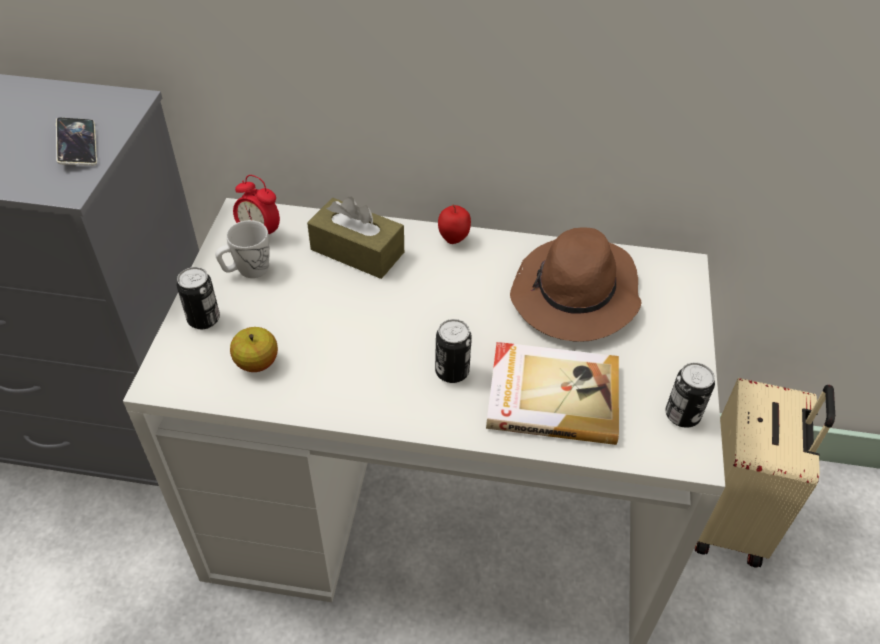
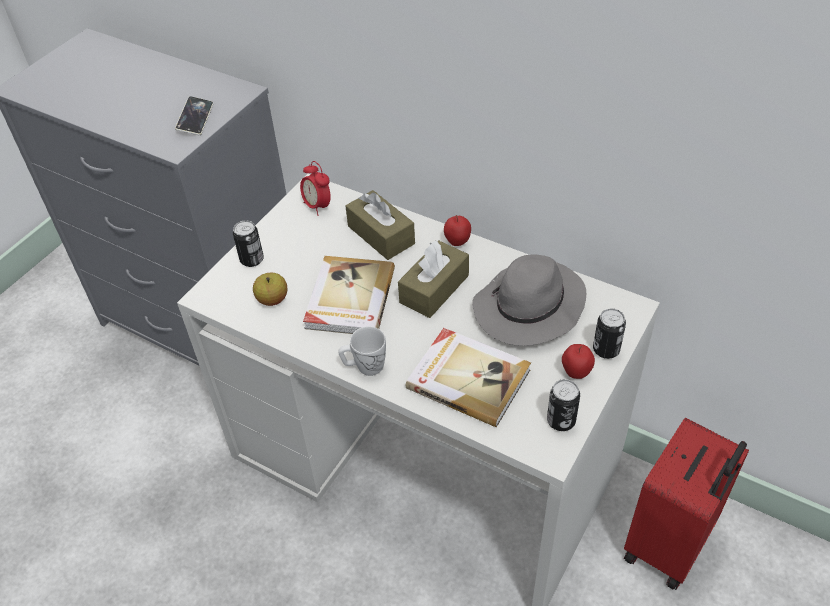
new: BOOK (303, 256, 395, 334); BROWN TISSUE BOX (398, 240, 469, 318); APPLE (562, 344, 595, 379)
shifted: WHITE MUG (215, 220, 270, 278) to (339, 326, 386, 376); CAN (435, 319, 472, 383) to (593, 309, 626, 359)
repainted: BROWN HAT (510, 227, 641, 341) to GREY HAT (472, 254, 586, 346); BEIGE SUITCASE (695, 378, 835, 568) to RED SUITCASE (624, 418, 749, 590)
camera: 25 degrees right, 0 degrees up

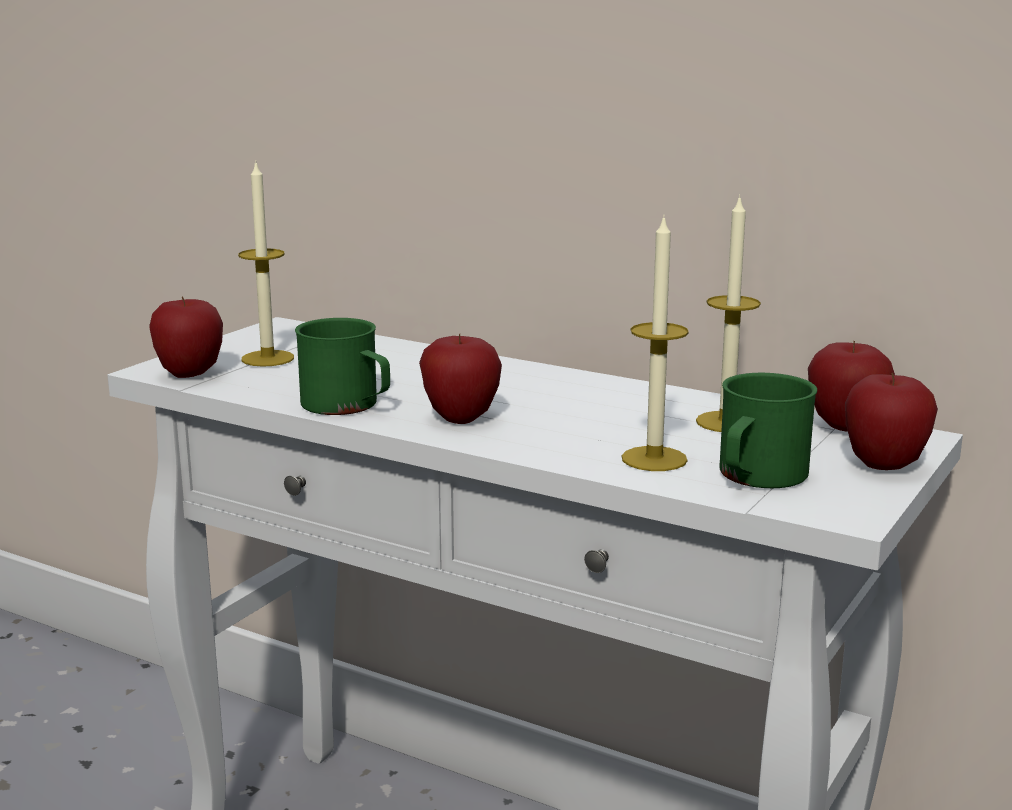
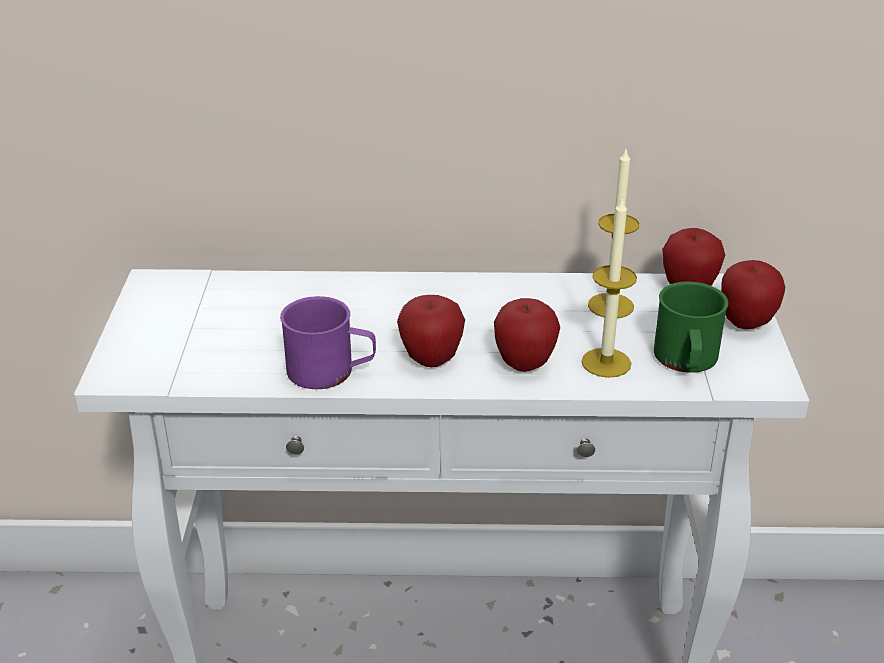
gone: CANDLE (238, 163, 294, 367)
shifted: APPLE (150, 297, 223, 378) to (494, 298, 560, 372)
repainted: GREEN MUG (295, 318, 390, 415) to PURPLE MUG (280, 296, 376, 389)
camera: 30 degrees left, 15 degrees up

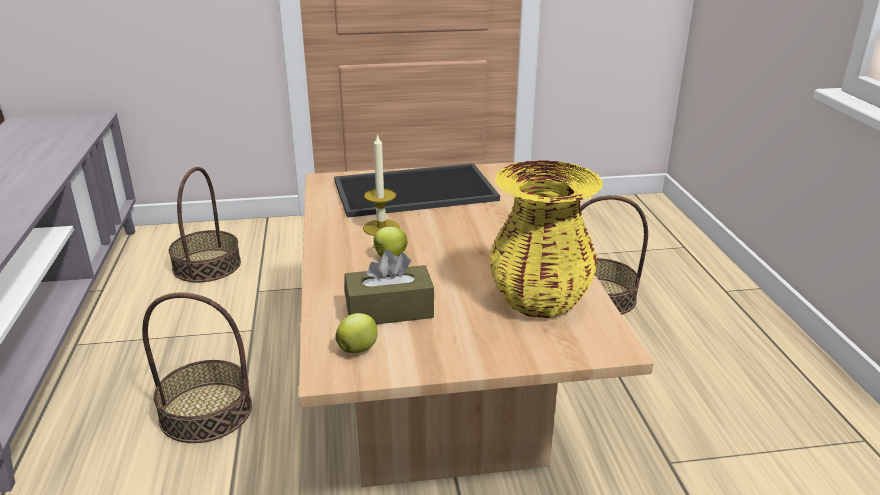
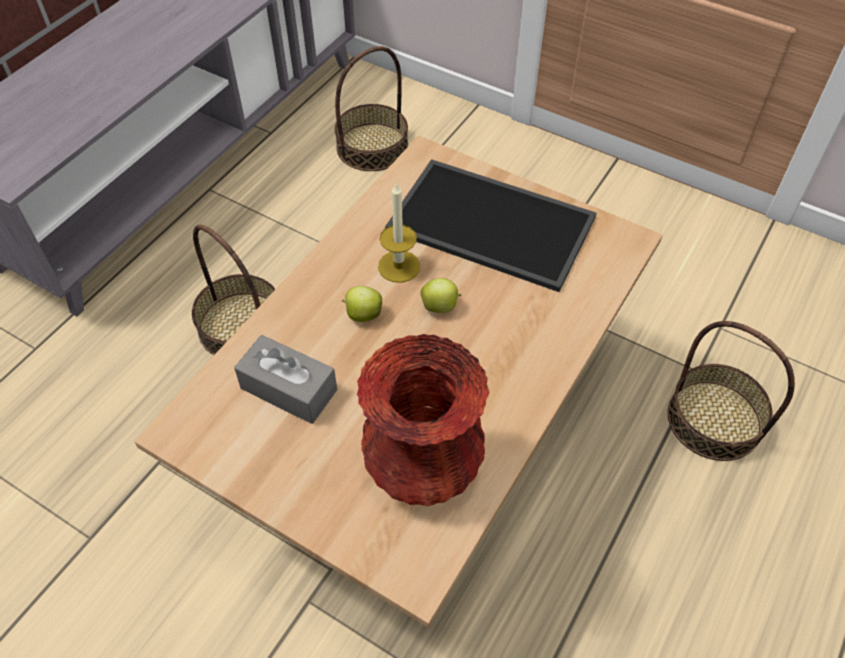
shifted: APPLE (335, 313, 377, 353) to (421, 278, 462, 313)
repainted: BROWN TISSUE BOX (344, 250, 434, 324) to GREY TISSUE BOX (234, 335, 337, 424); YELLOW VASE (490, 160, 603, 318) to RED VASE (357, 334, 490, 506)
camera: 40 degrees right, 25 degrees up

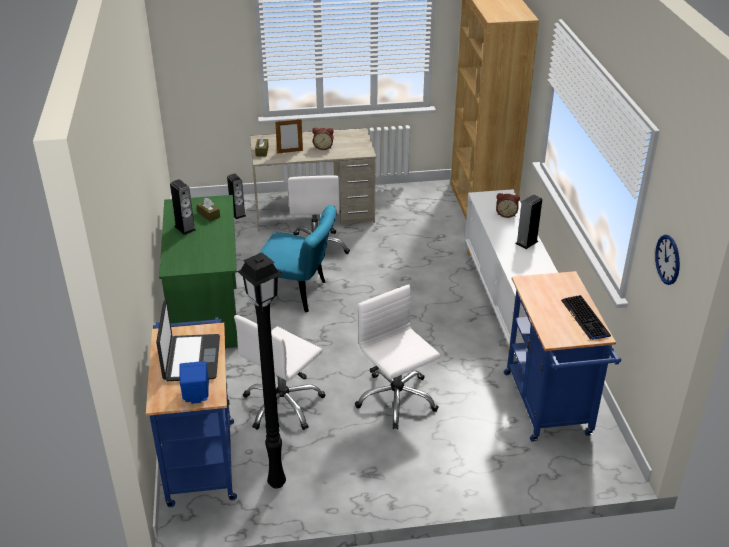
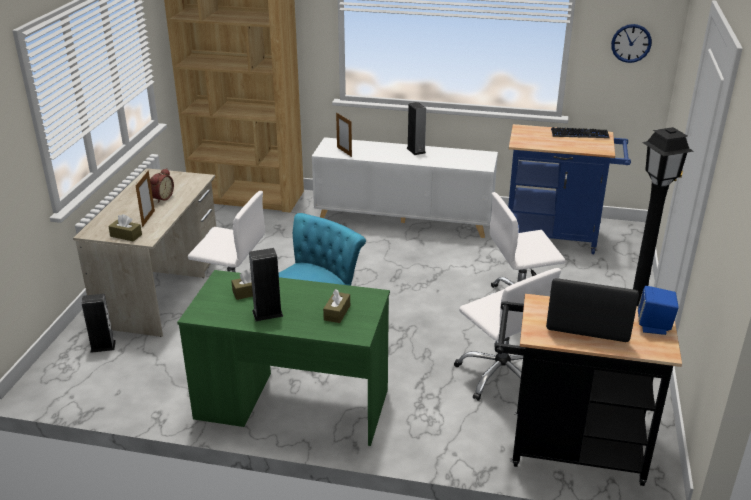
gone: ALARM CLOCK (496, 193, 520, 218)
new: BROWN TISSUE BOX (323, 289, 350, 323); PICTURE FRAME (336, 112, 352, 157)
repainted: BLUE CART (146, 317, 237, 507) to BLACK CART (495, 294, 682, 486)
camera: 70 degrees left, 5 degrees down

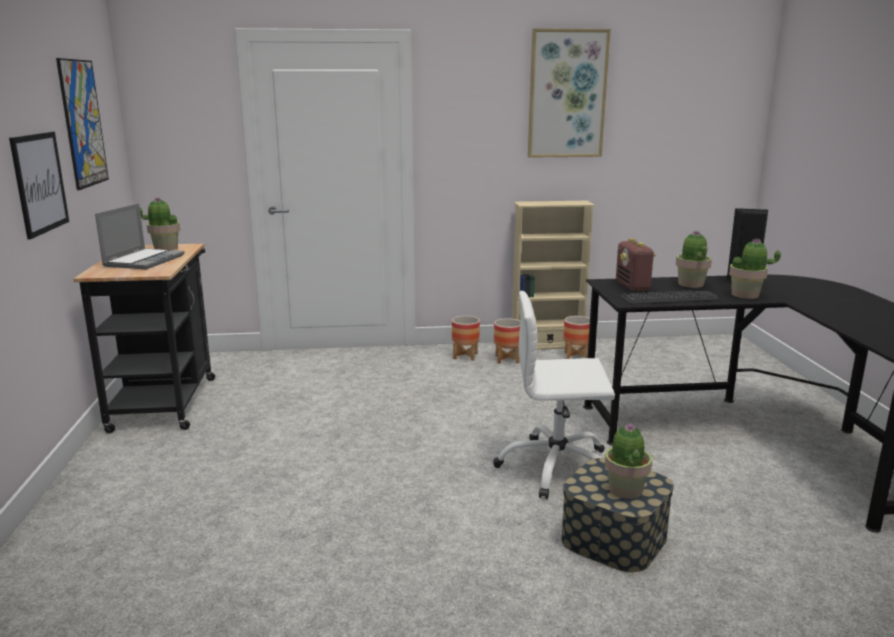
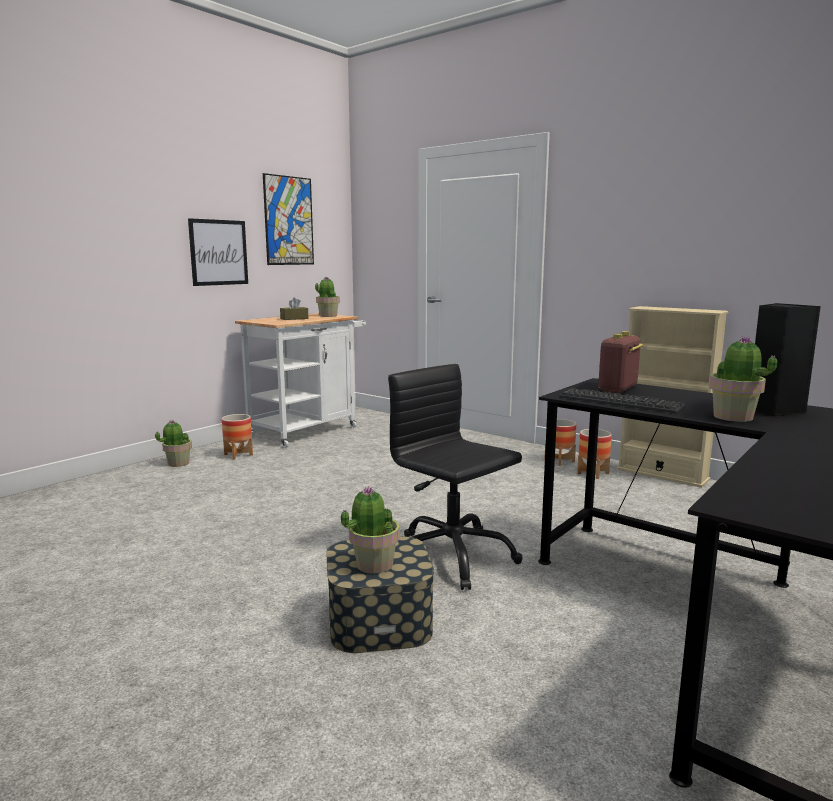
gone: PICTURE (528, 28, 611, 158)
shifted: PLANTER (563, 316, 590, 359) to (222, 414, 253, 460); POTTED PLANT (676, 231, 712, 288) to (155, 419, 192, 467)
swapped: LAPTOP (95, 203, 185, 269) to BROWN TISSUE BOX (280, 298, 309, 320)
repainted: BLACK CART (73, 244, 215, 433) to WHITE CART (235, 313, 366, 448); WHITE OFFICE CHAIR (493, 291, 615, 499) to BLACK OFFICE CHAIR (388, 364, 522, 590)
camera: 45 degrees right, 5 degrees down

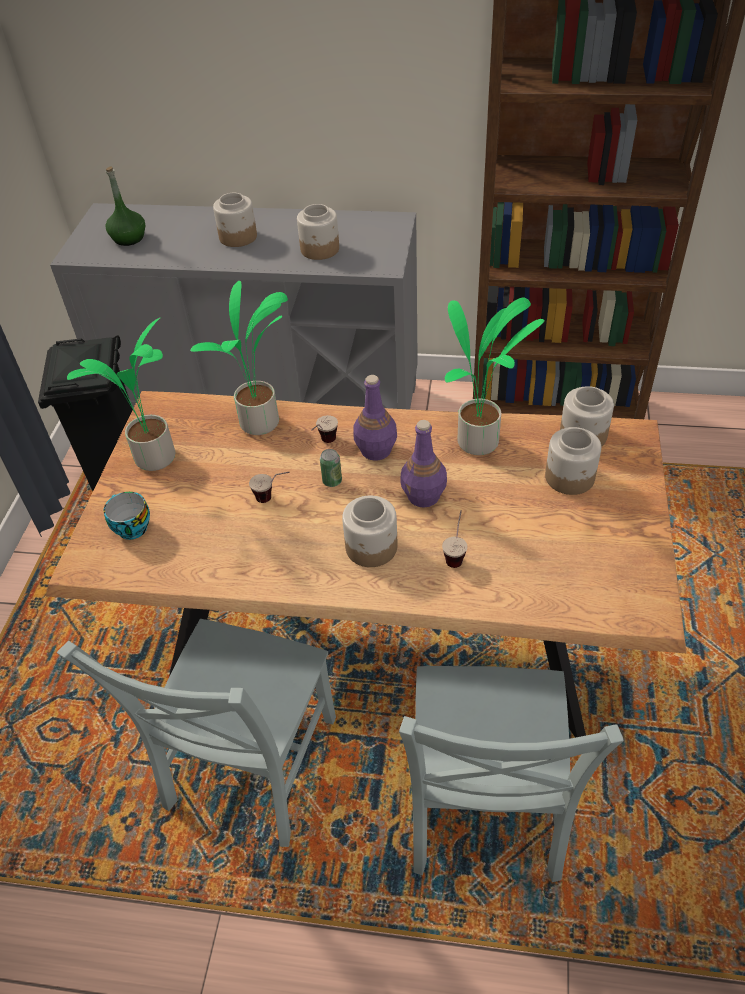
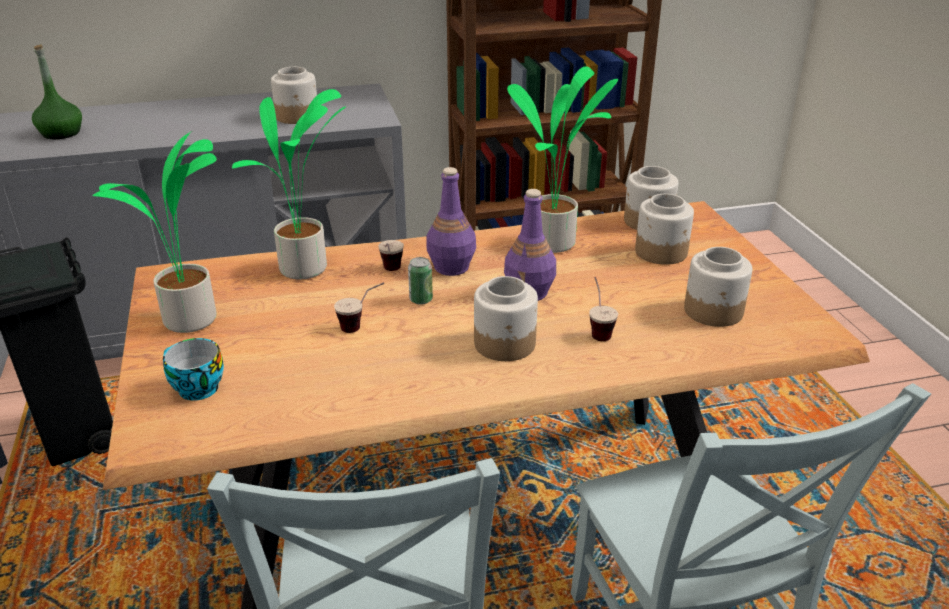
shifted: JAR (213, 193, 257, 247) to (684, 247, 752, 327)
camera: 25 degrees left, 15 degrees down

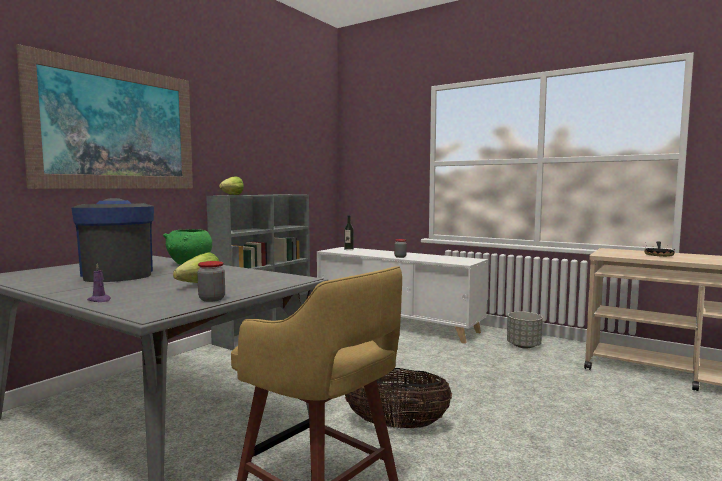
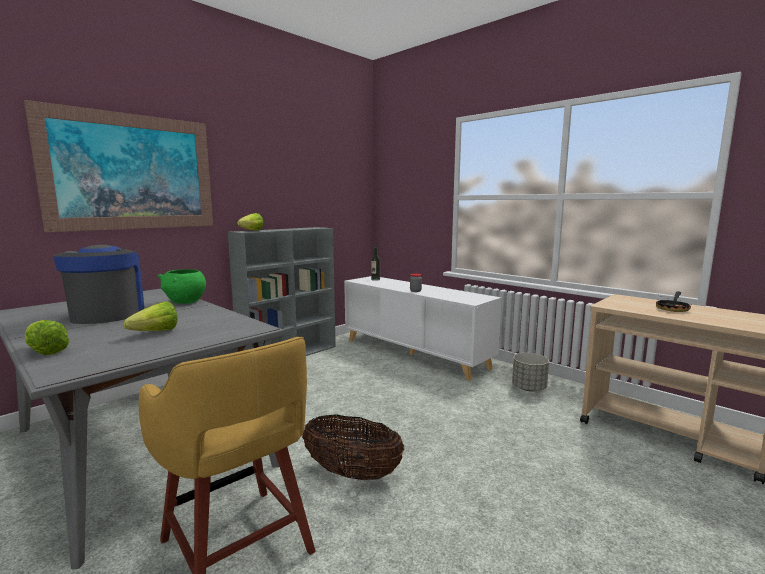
gone: JAR (197, 261, 225, 302)
swapped: PURPLE CANDLE (87, 263, 111, 302) to LETTUCE (25, 320, 70, 355)
camera: 10 degrees right, 5 degrees up

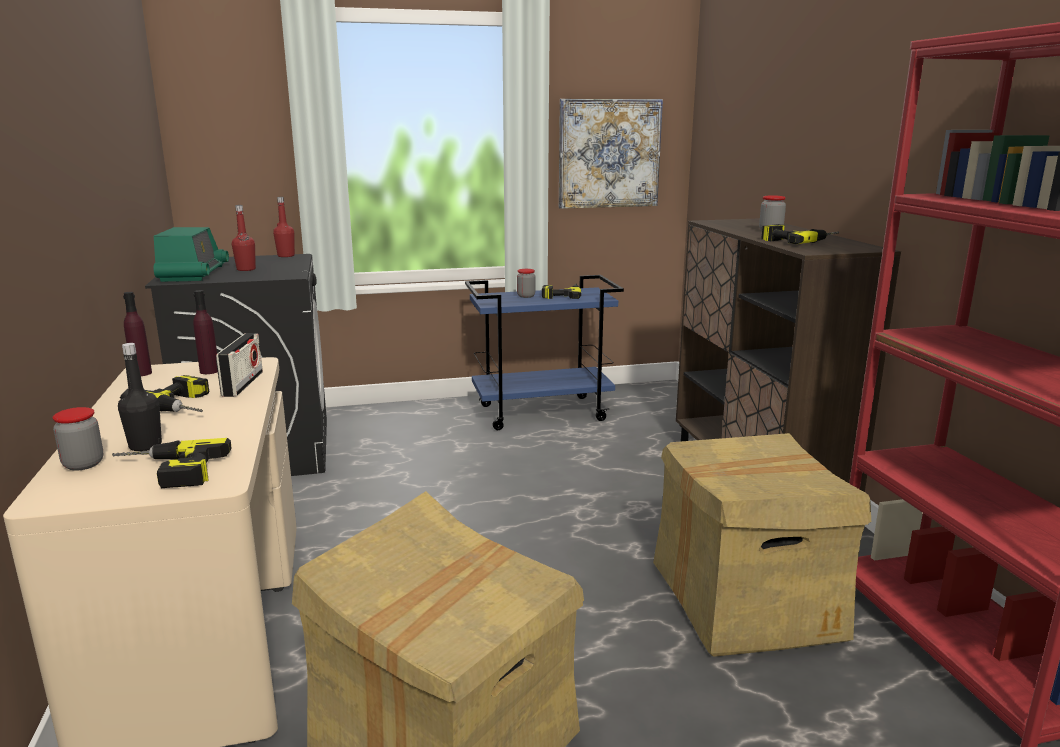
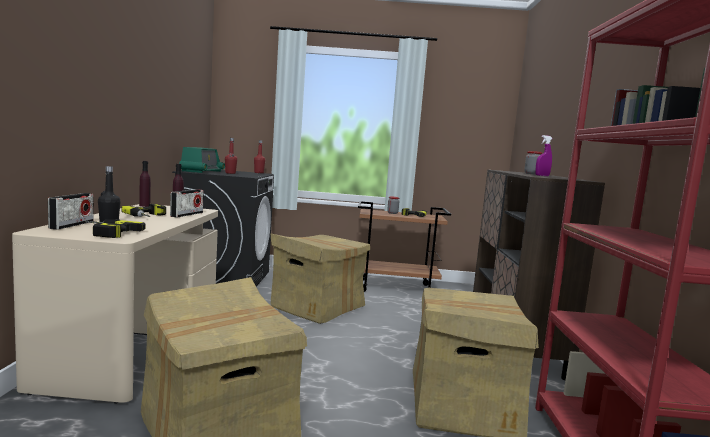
gone: PICTURE (559, 99, 663, 209)
new: CARDBOARD BOX (270, 233, 370, 324)
swapped: JAR (53, 407, 103, 471) to RADIO (48, 193, 94, 230); POWER DRILL (761, 224, 839, 244) to PURPLE SPRAY BOTTLE (535, 135, 552, 176)
repainted: BLUE CART (465, 275, 624, 430) to BROWN CART (358, 201, 451, 292)
camera: 15 degrees right, 10 degrees down

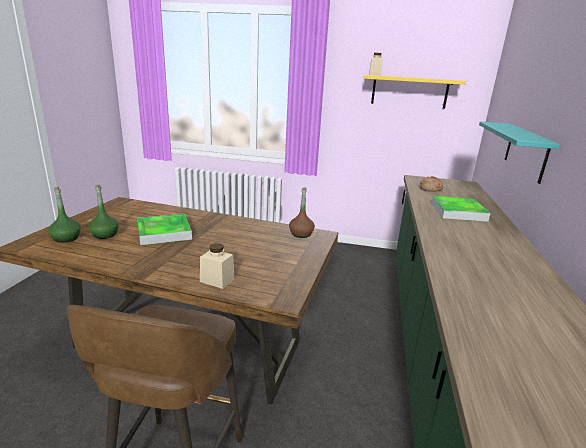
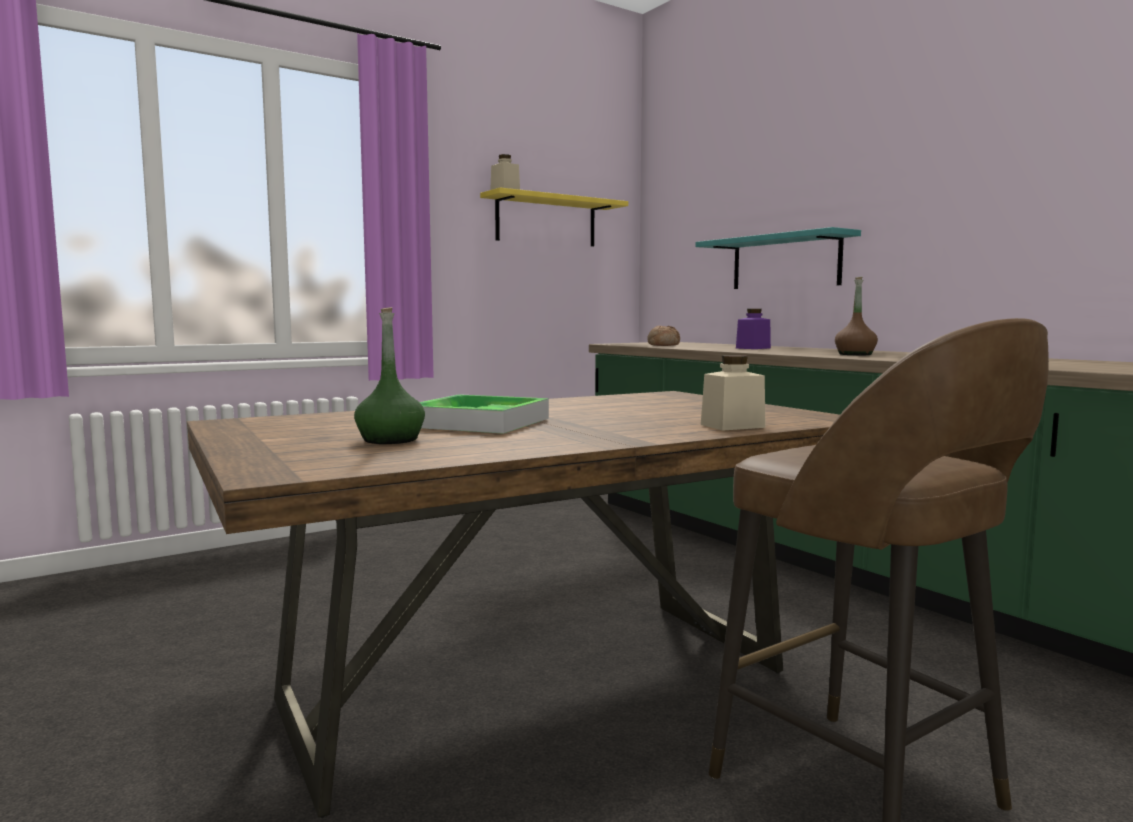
gone: GREEN BOTTLE (48, 187, 81, 243)
shifted: BROWN BOTTLE (289, 188, 315, 238) to (835, 277, 878, 355)
swapped: TRAY (431, 196, 491, 222) to PURPLE JAR (736, 309, 771, 349)
camera: 45 degrees left, 15 degrees down

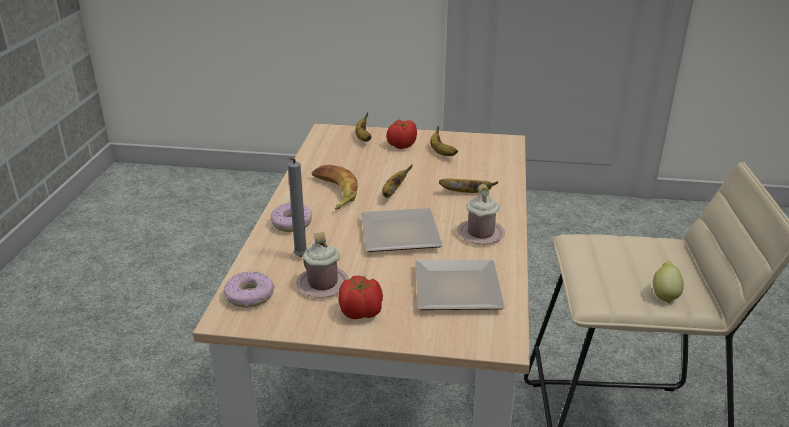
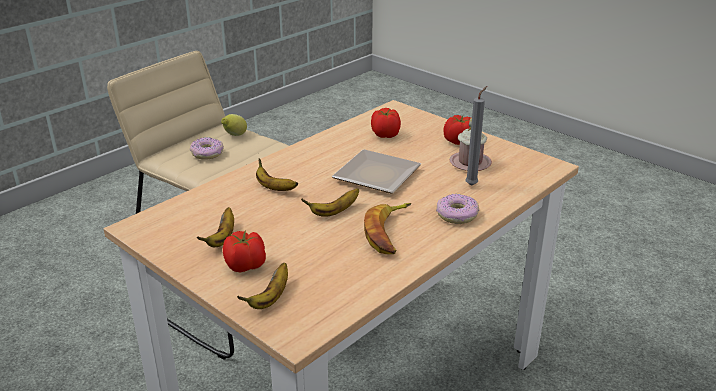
gone: PINK MUG (457, 184, 505, 245)
shifted: DONUT (224, 272, 274, 308) to (190, 137, 224, 160)
swapped: PLATE (415, 260, 505, 310) to TOMATO (371, 108, 401, 138)
camera: 145 degrees left, 0 degrees up

